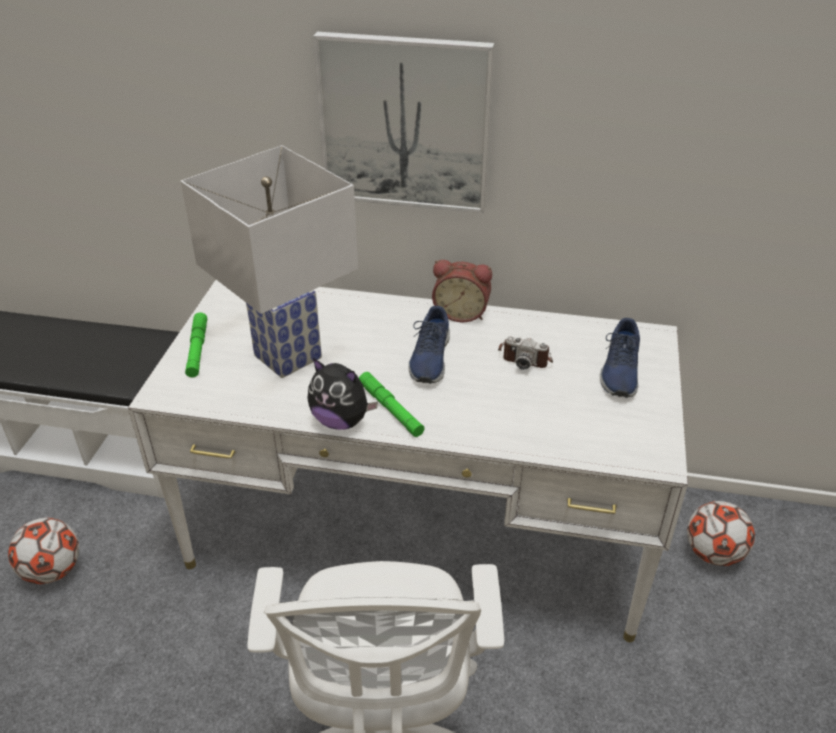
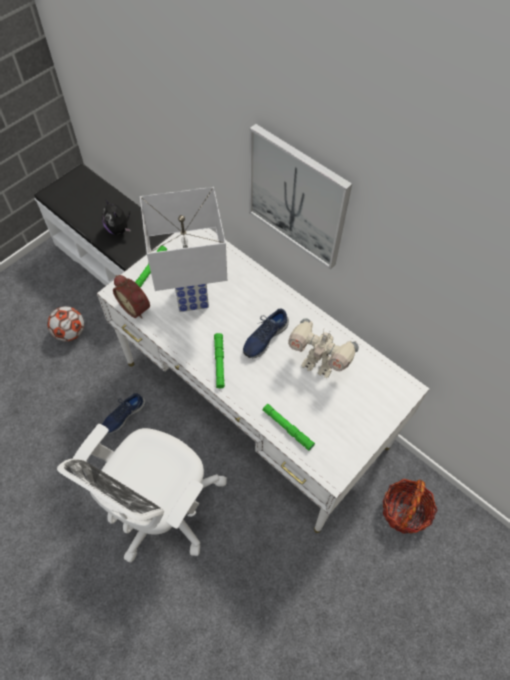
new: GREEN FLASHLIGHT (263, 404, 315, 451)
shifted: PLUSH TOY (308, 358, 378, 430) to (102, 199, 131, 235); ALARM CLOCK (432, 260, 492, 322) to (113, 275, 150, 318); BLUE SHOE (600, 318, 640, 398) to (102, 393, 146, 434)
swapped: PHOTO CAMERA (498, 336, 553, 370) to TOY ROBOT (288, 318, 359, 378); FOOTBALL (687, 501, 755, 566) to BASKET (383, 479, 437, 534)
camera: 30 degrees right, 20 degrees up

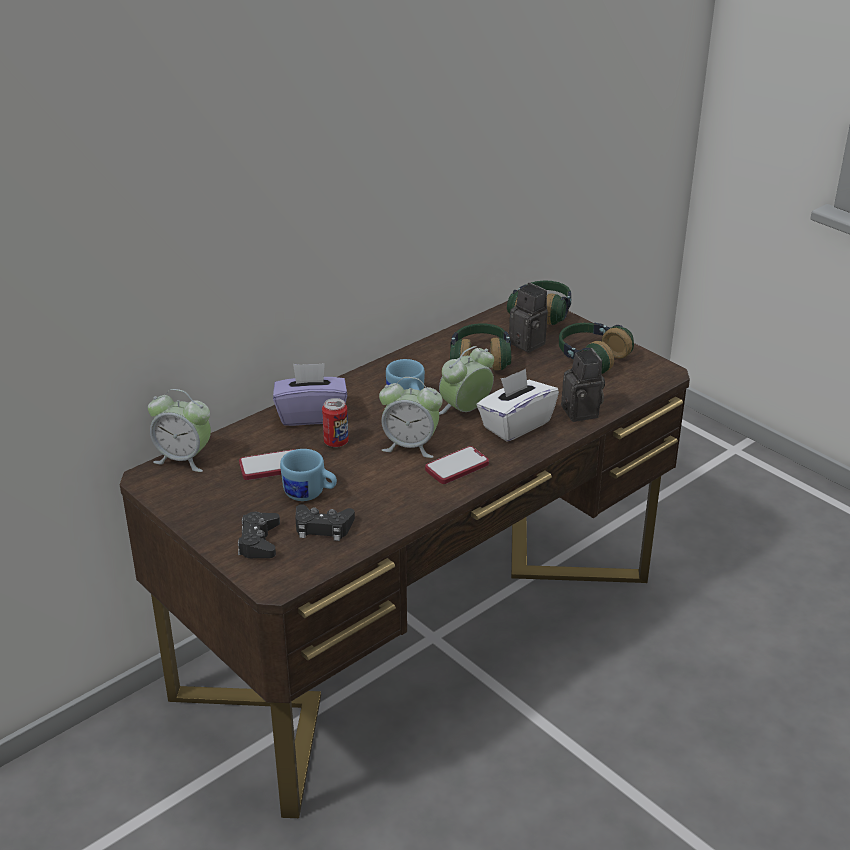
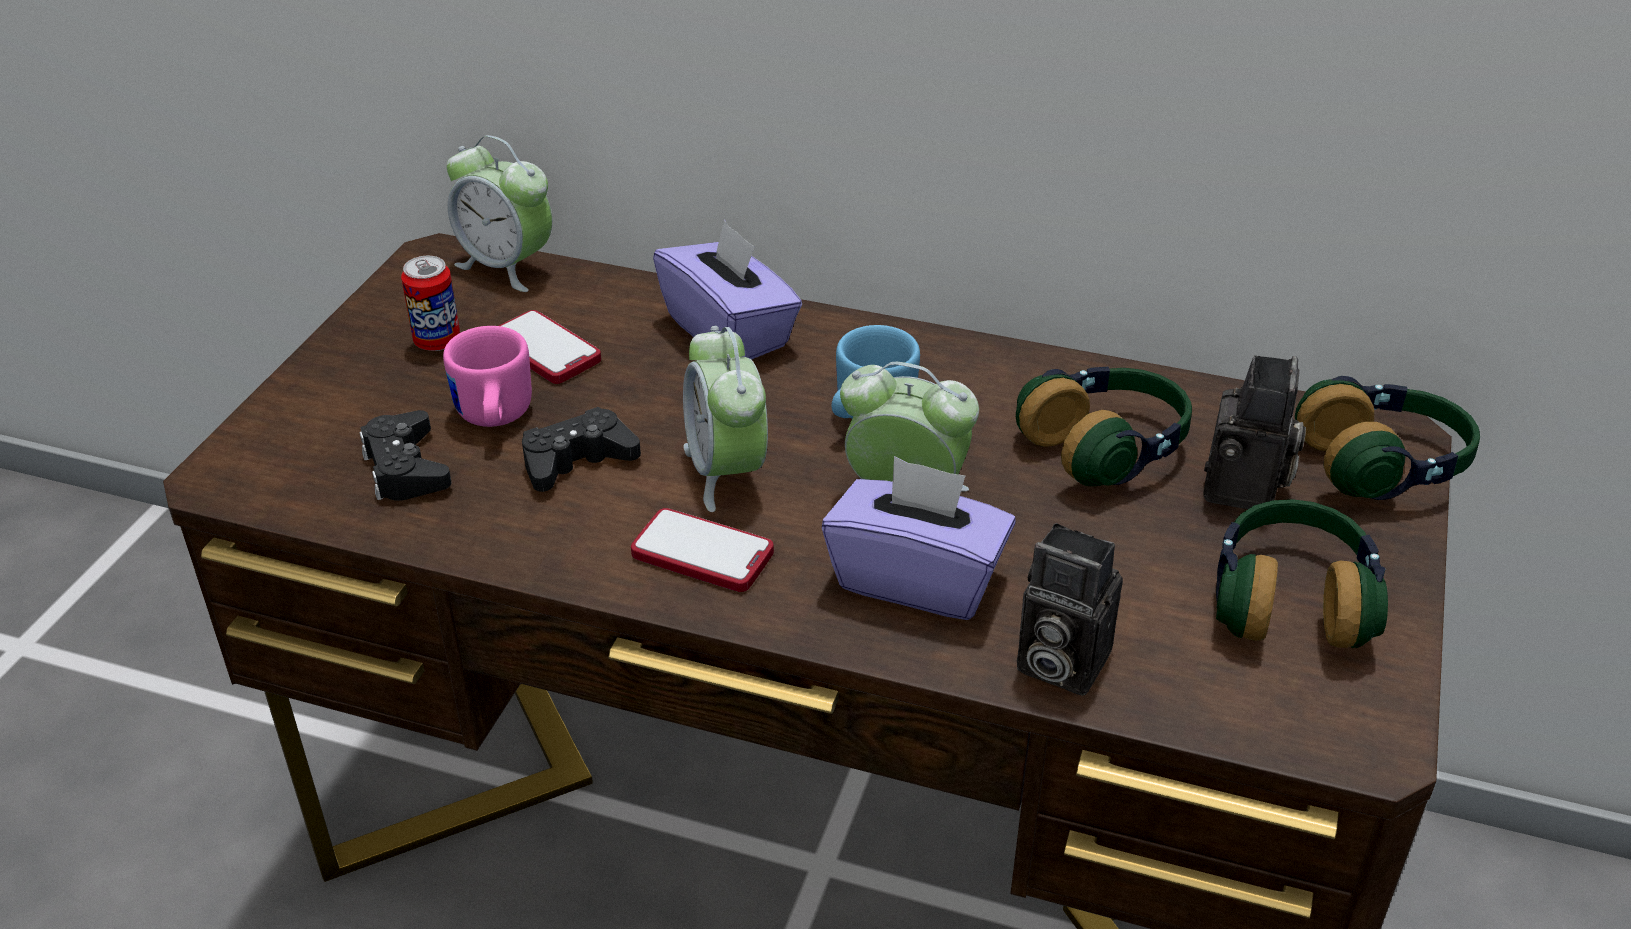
shifted: BLACK GAME CONTROLLER (238, 512, 280, 558) to (522, 407, 641, 492); CAN (322, 398, 349, 447) to (401, 256, 460, 351)
repainted: BLUE MUG (280, 449, 337, 501) to PINK MUG (443, 326, 532, 427); WHITE TISSUE BOX (477, 369, 559, 442) to PURPLE TISSUE BOX (822, 456, 1016, 620)
rotated: ALARM CLOCK (148, 389, 211, 472) = (447, 135, 552, 292) 45 degrees counterclockwise; PHOTO CAMERA (561, 348, 605, 422) = (1017, 523, 1123, 696) 75 degrees clockwise
camera: 60 degrees right, 5 degrees up

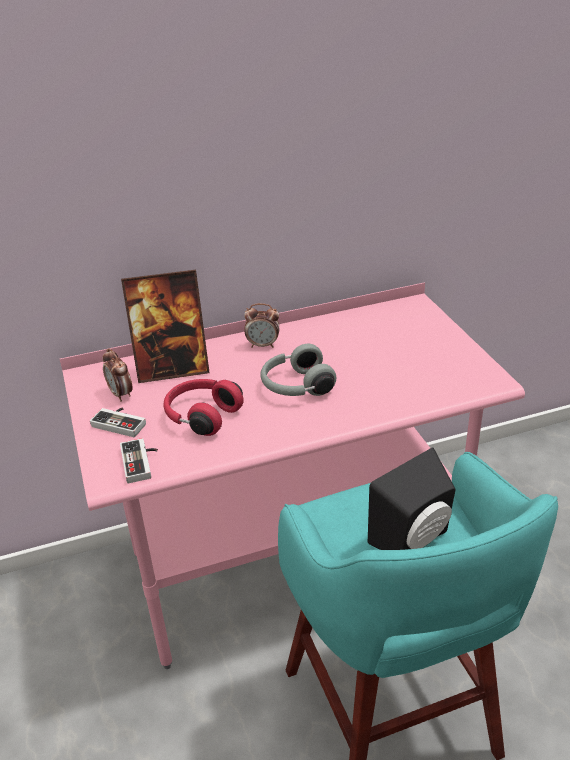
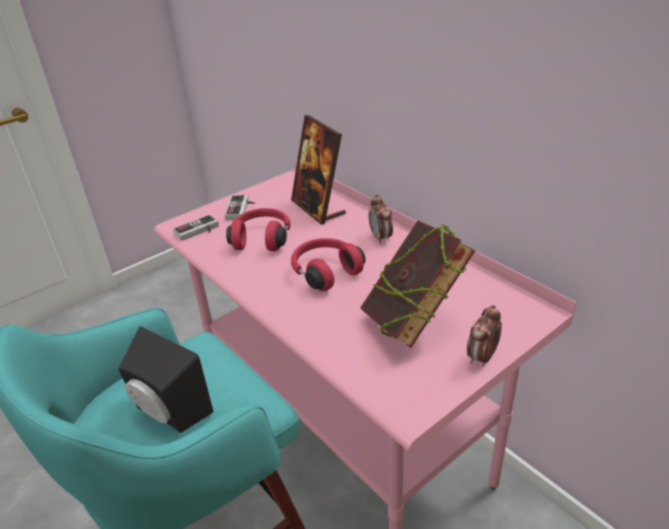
new: BOOK (360, 221, 475, 348)
shifted: ALARM CLOCK (102, 348, 133, 402) to (467, 305, 502, 367)
repainted: GREY HEADPHONES (260, 344, 336, 396) to RED HEADPHONES (291, 238, 366, 291)
camera: 70 degrees right, 0 degrees up

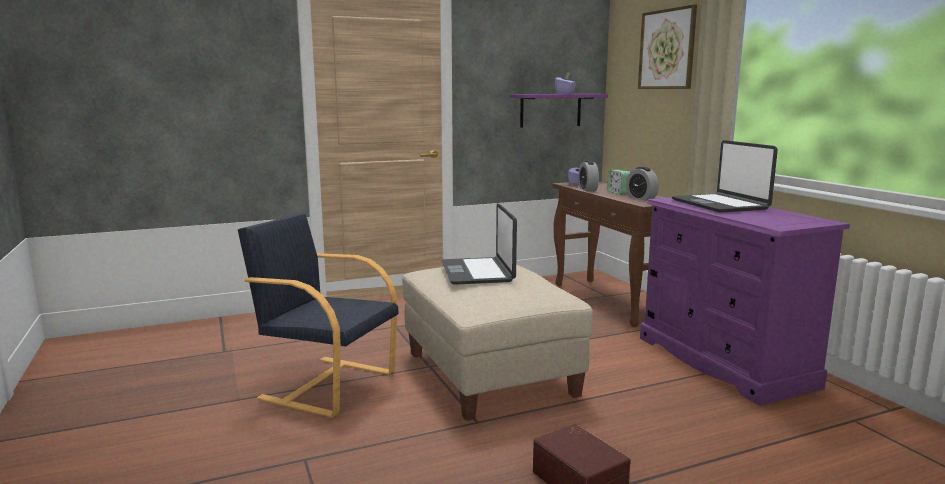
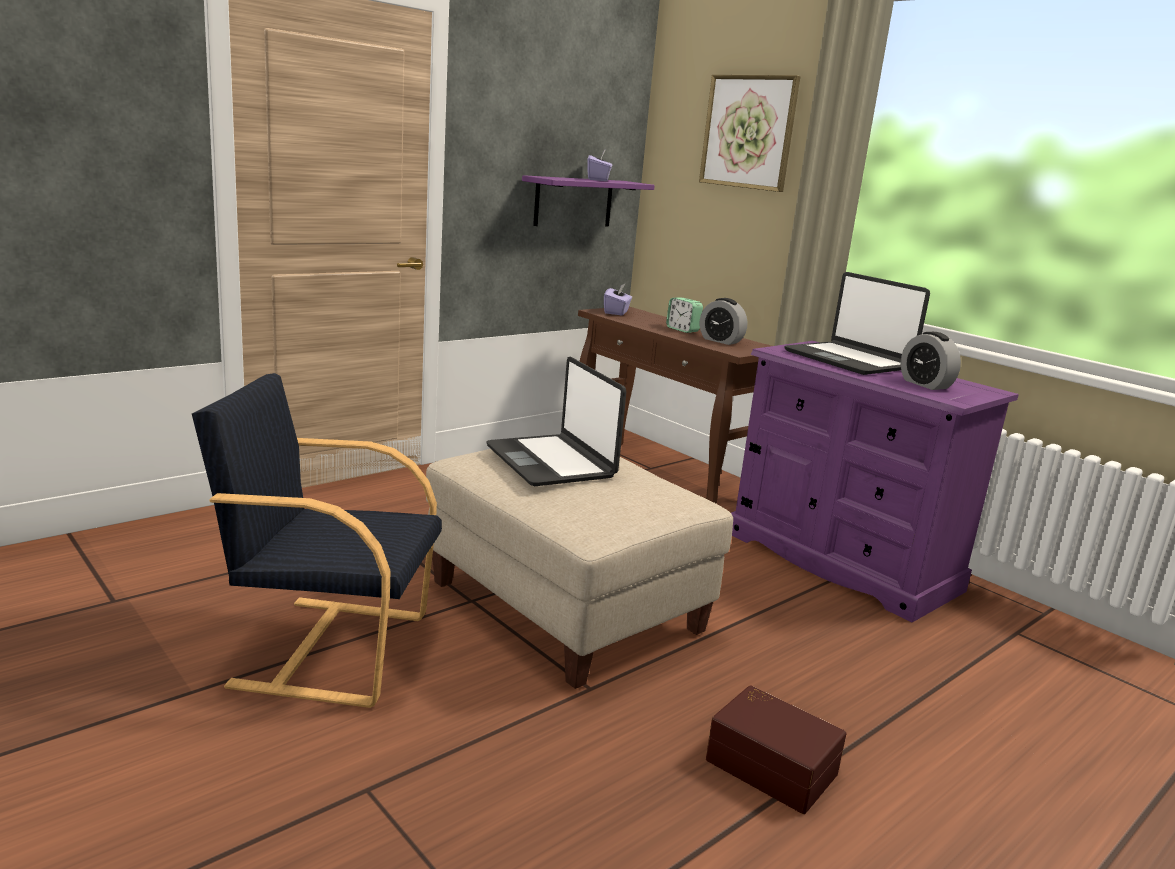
shifted: ALARM CLOCK (578, 161, 599, 191) to (901, 332, 961, 390)
camera: 20 degrees left, 5 degrees up

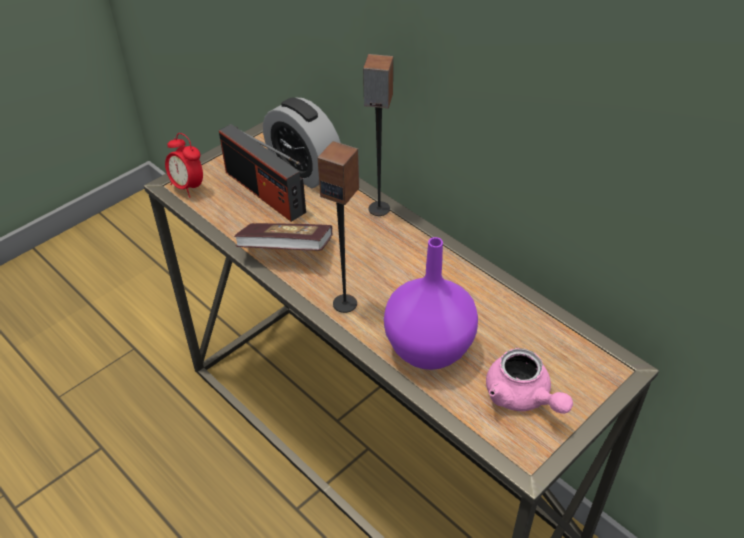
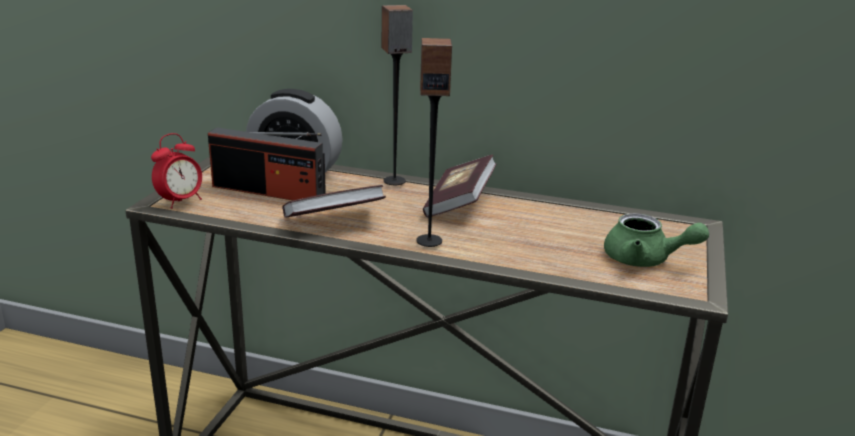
gone: PURPLE VASE (384, 237, 478, 370)
new: BOOK (423, 155, 496, 217)
repainted: PINK TEAPOT (486, 348, 573, 414) to GREEN TEAPOT (604, 213, 709, 267)
rotated: ALARM CLOCK (165, 133, 203, 197) = (151, 133, 202, 209) 60 degrees counterclockwise
camera: 30 degrees left, 20 degrees down

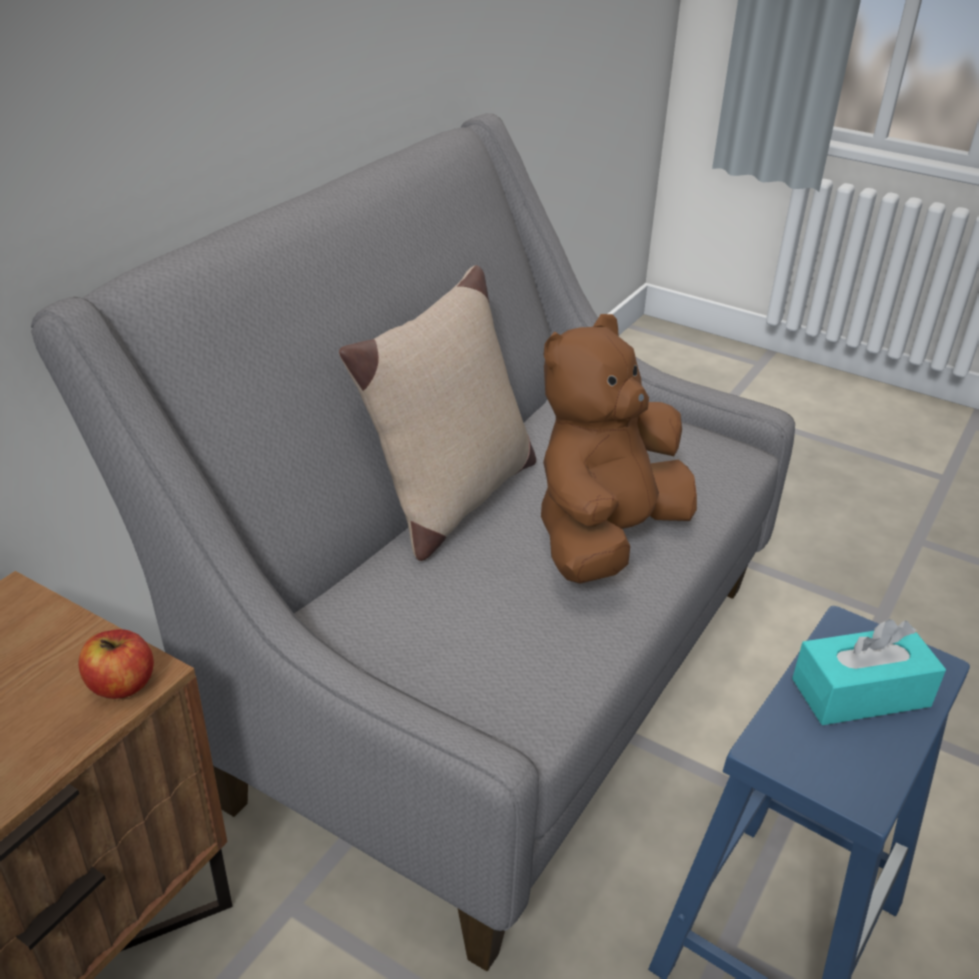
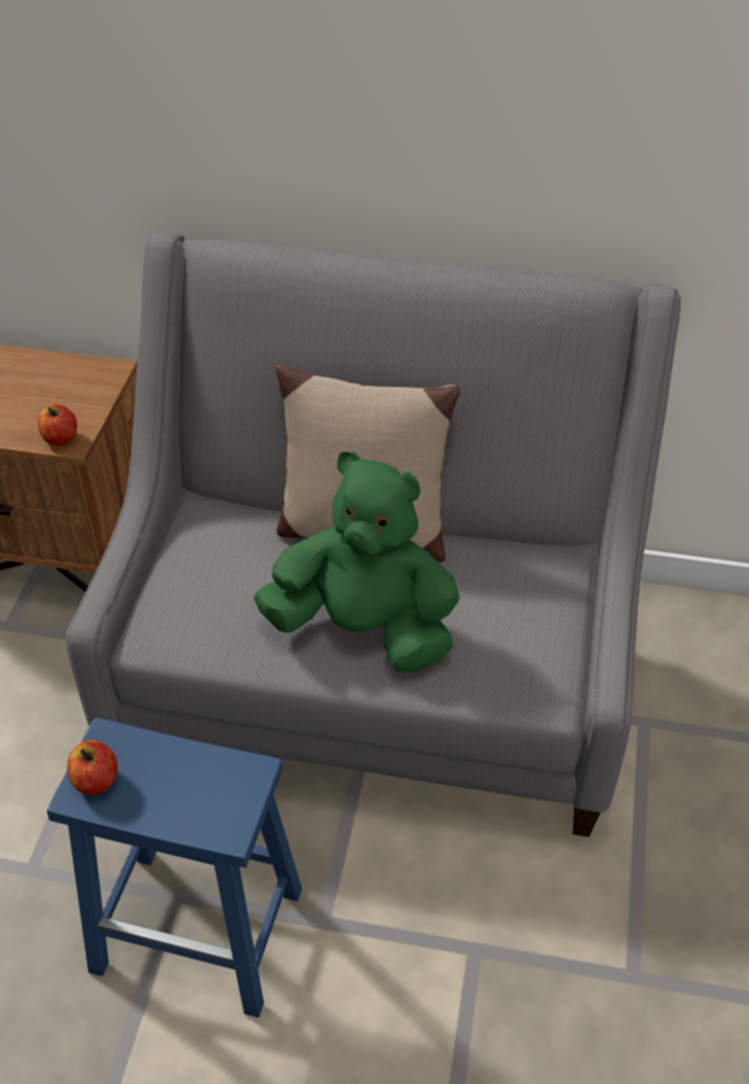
gone: TURQUOISE TISSUE BOX (792, 619, 946, 725)
new: APPLE (67, 740, 117, 795)
repainted: BROWN PLUSH TOY (541, 314, 697, 584) to GREEN PLUSH TOY (254, 451, 460, 672)
camera: 70 degrees right, 10 degrees up

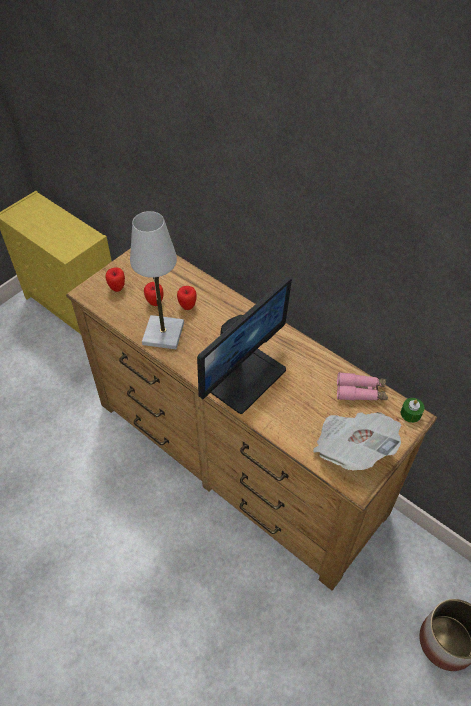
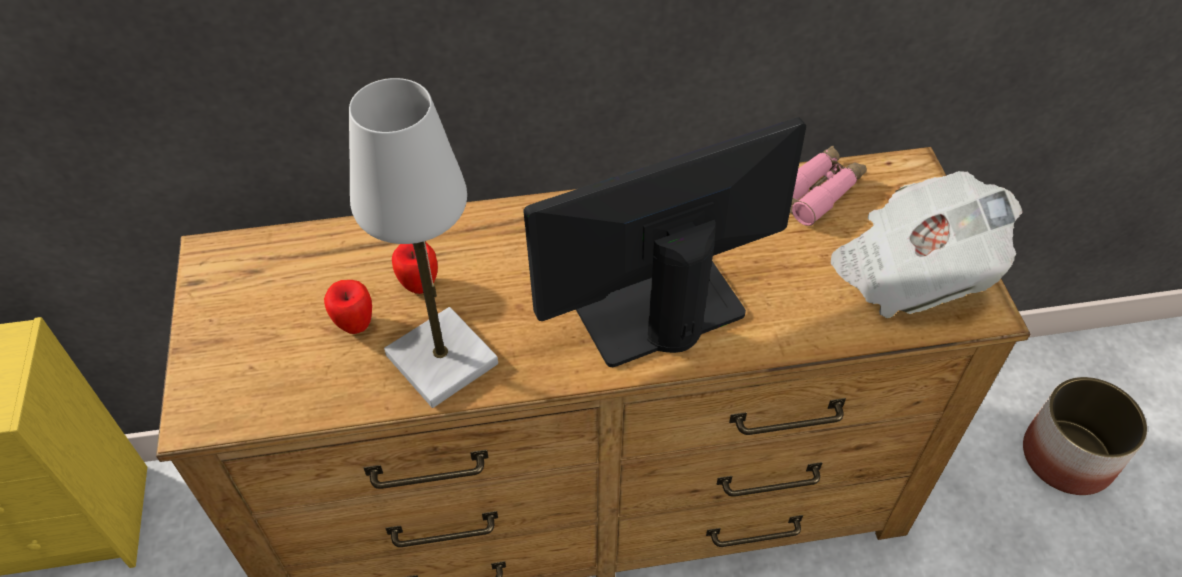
gone: APPLE (105, 268, 125, 292); GREEN CANDLE (401, 398, 425, 423)
rotated: MONITOR (197, 277, 292, 414) = (523, 117, 806, 367) 105 degrees counterclockwise
camera: 50 degrees left, 0 degrees up

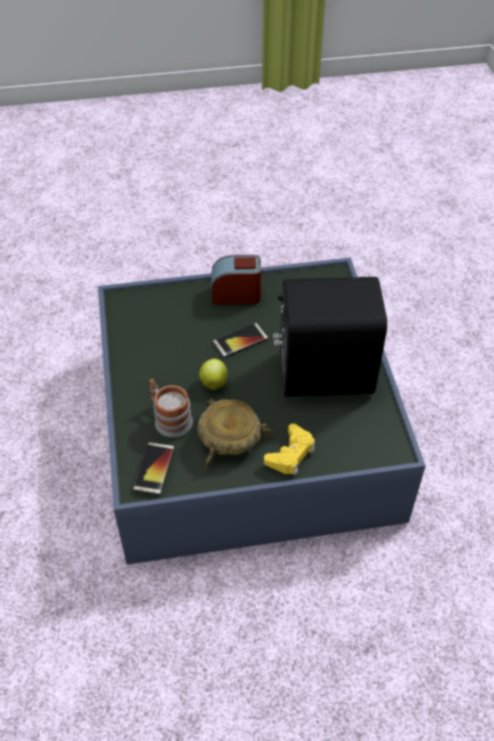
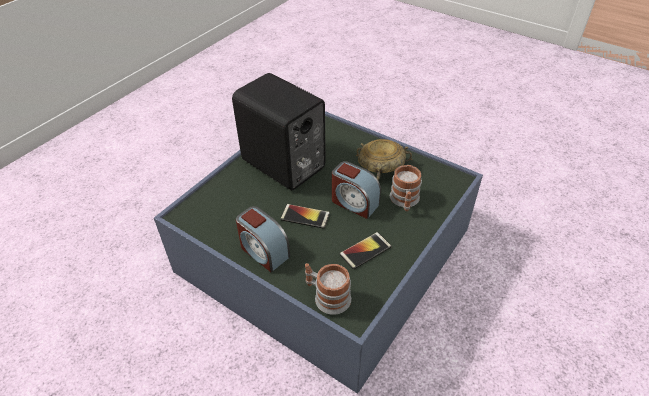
gone: YELLOW GAME CONTROLLER (264, 424, 315, 475)
new: MUG (305, 263, 351, 315)
shifted: PHONE (133, 442, 175, 495) to (340, 232, 392, 269)
swapped: APPLE (199, 359, 228, 390) to ALARM CLOCK (332, 161, 381, 219)
camera: 135 degrees left, 5 degrees down

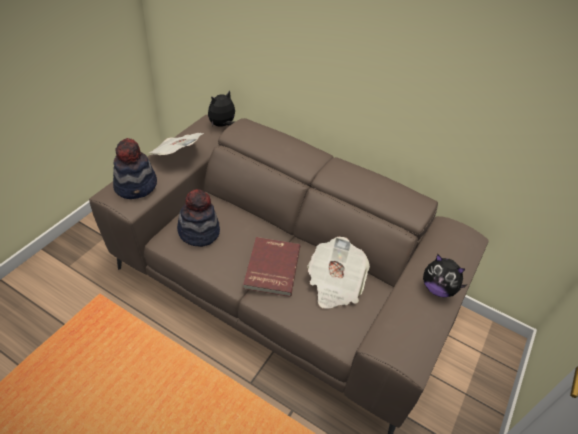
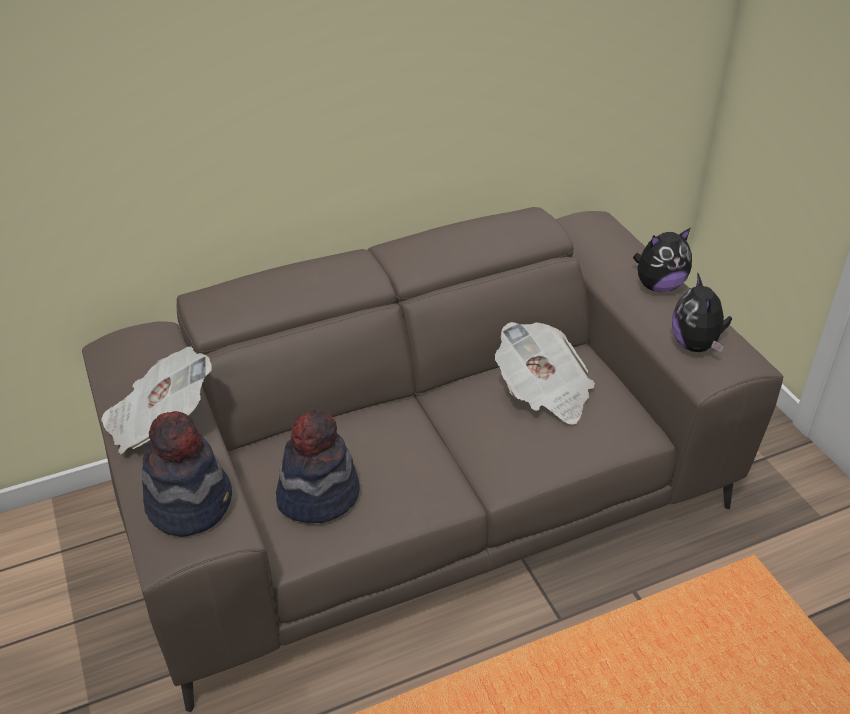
gone: RED BOOK (243, 237, 300, 297)
shifted: PLUSH TOY (208, 91, 235, 127) to (672, 274, 732, 352)
camera: 50 degrees left, 5 degrees down

